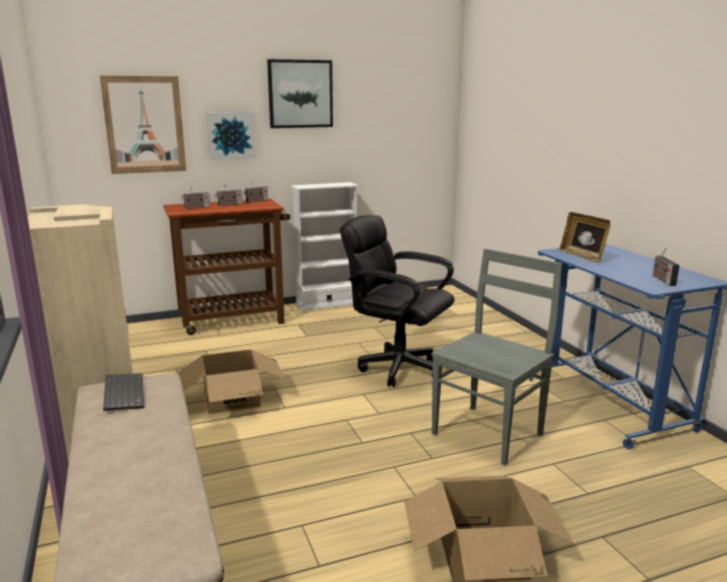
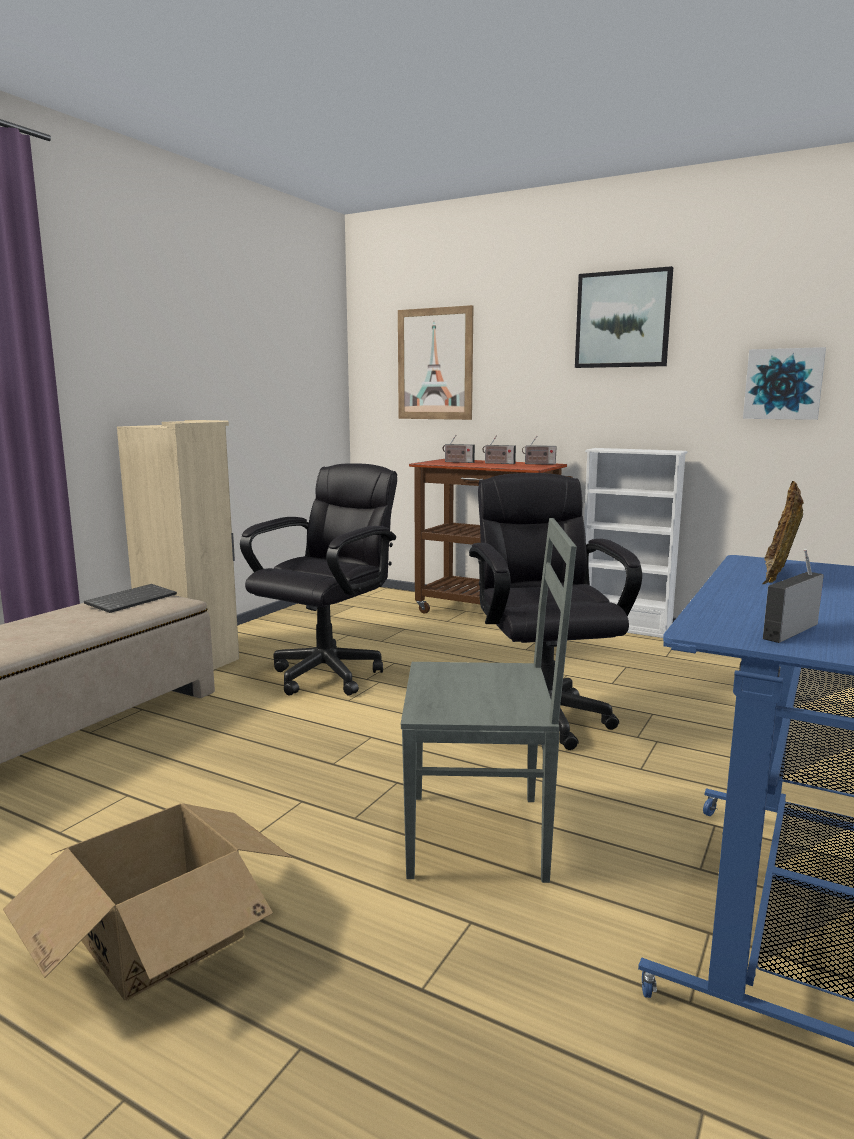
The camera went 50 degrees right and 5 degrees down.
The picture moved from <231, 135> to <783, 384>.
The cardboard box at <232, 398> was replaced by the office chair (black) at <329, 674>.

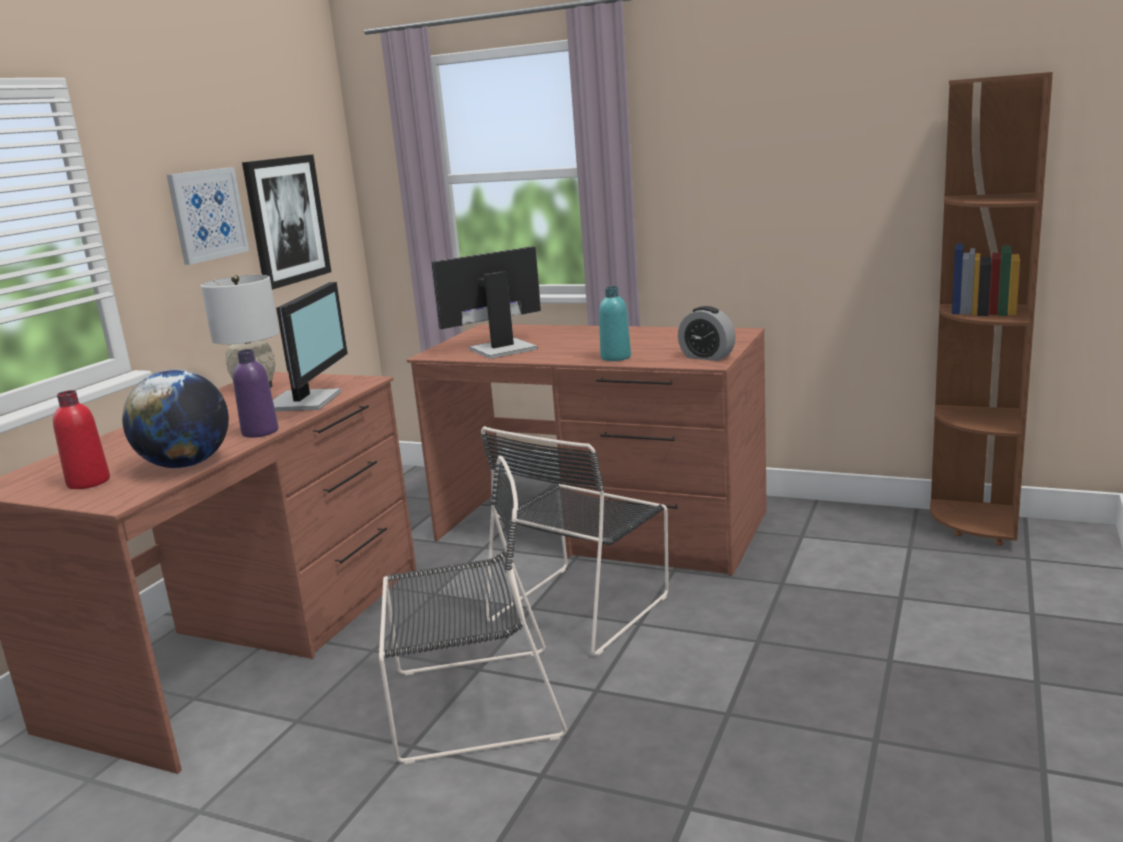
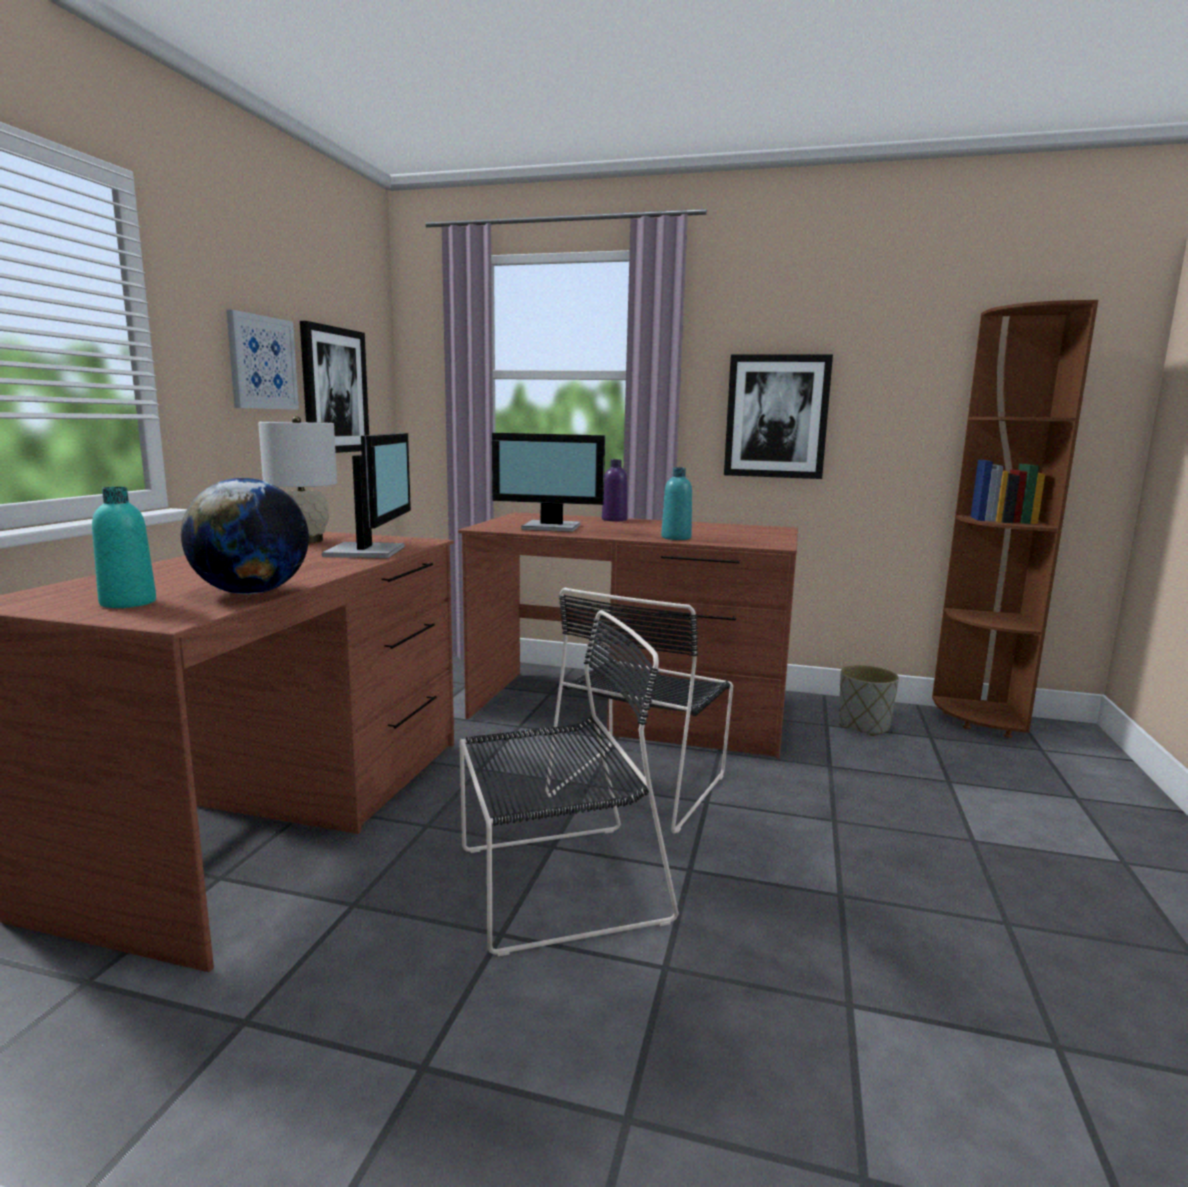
The camera went 10 degrees left and 5 degrees down.
The alarm clock at <707, 357> disappeared.
The picture at <776, 416> appeared.
The planter (grey) at <864, 726> appeared.
The bottle (purple) moved from <260, 432> to <614, 520>.
The bottle (red) at <88, 482> became the bottle (turquoise) at <128, 603>.
The monitor at <500, 349> turned 135 degrees counterclockwise.

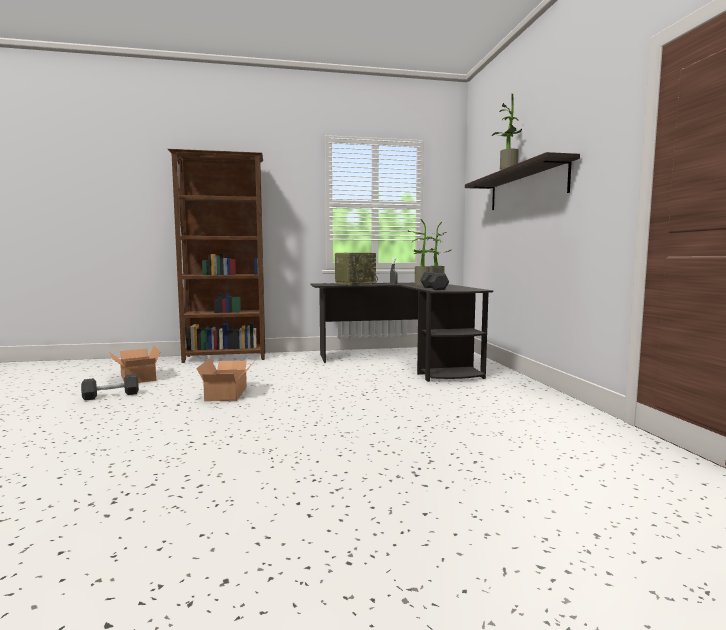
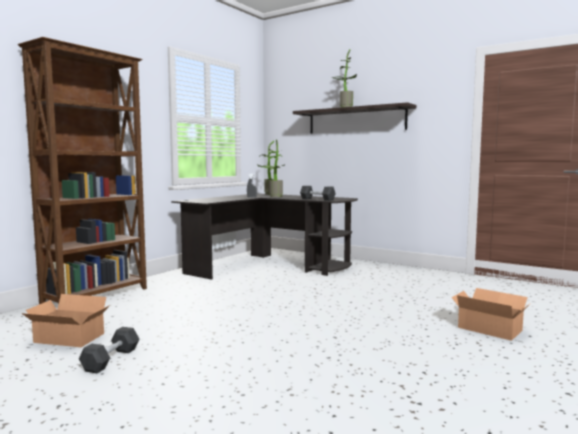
The camera went 45 degrees left and 0 degrees up.
The radio at <355, 284> disappeared.
The cardboard box moved from <229, 393> to <489, 328>.

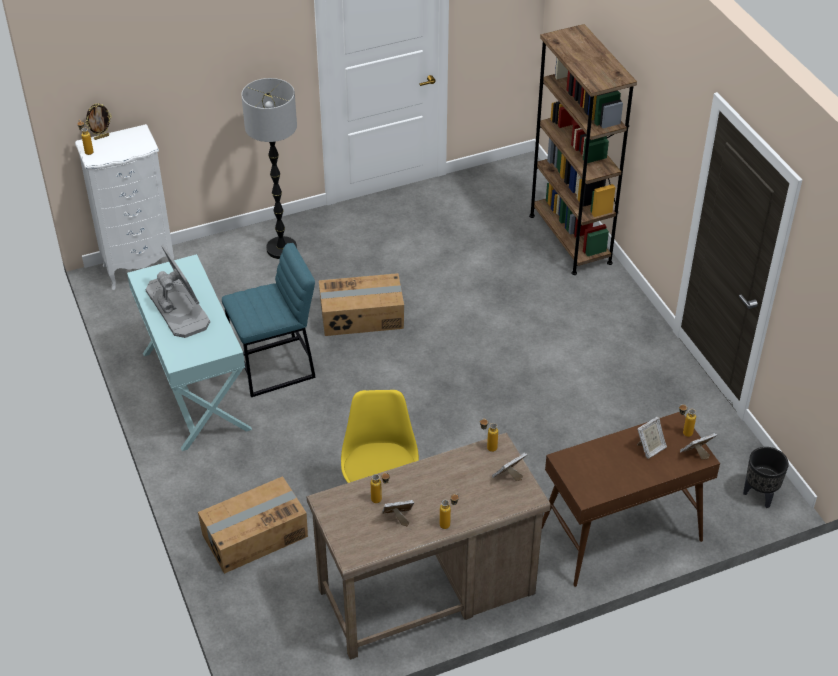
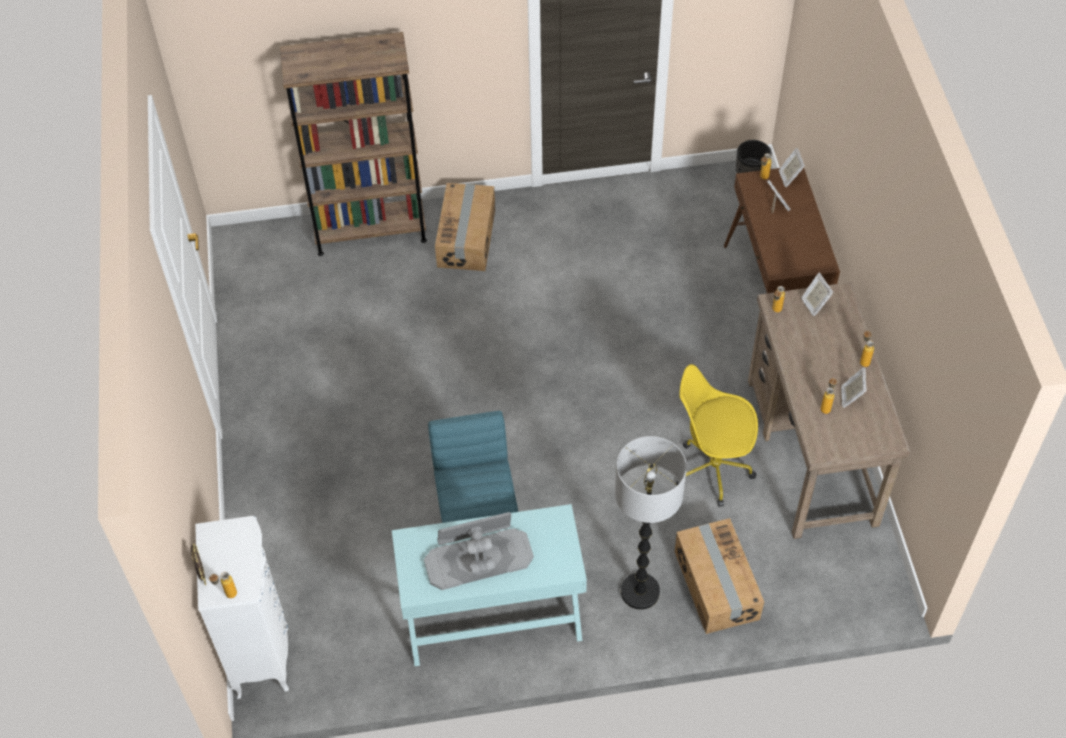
The camera went 75 degrees left and 10 degrees up.
The floor lamp moved from <281, 248> to <639, 592>.
The cardboard box moved from <362, 316> to <467, 237>.

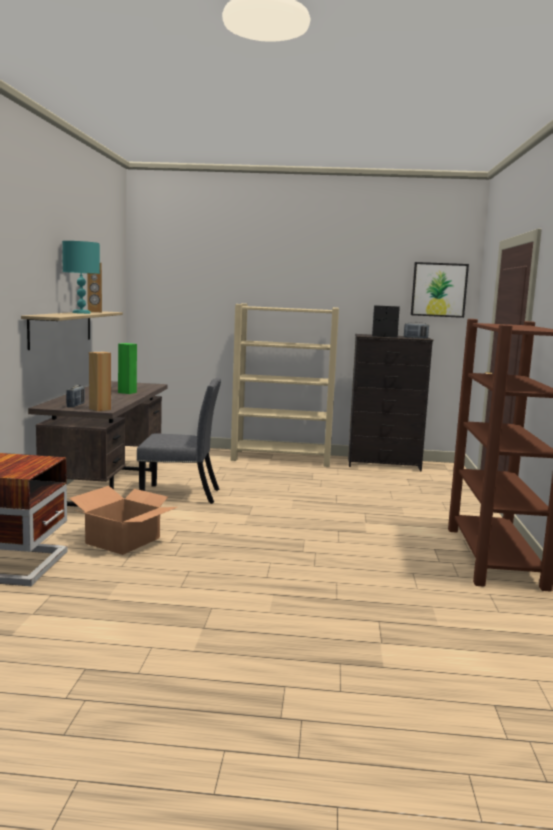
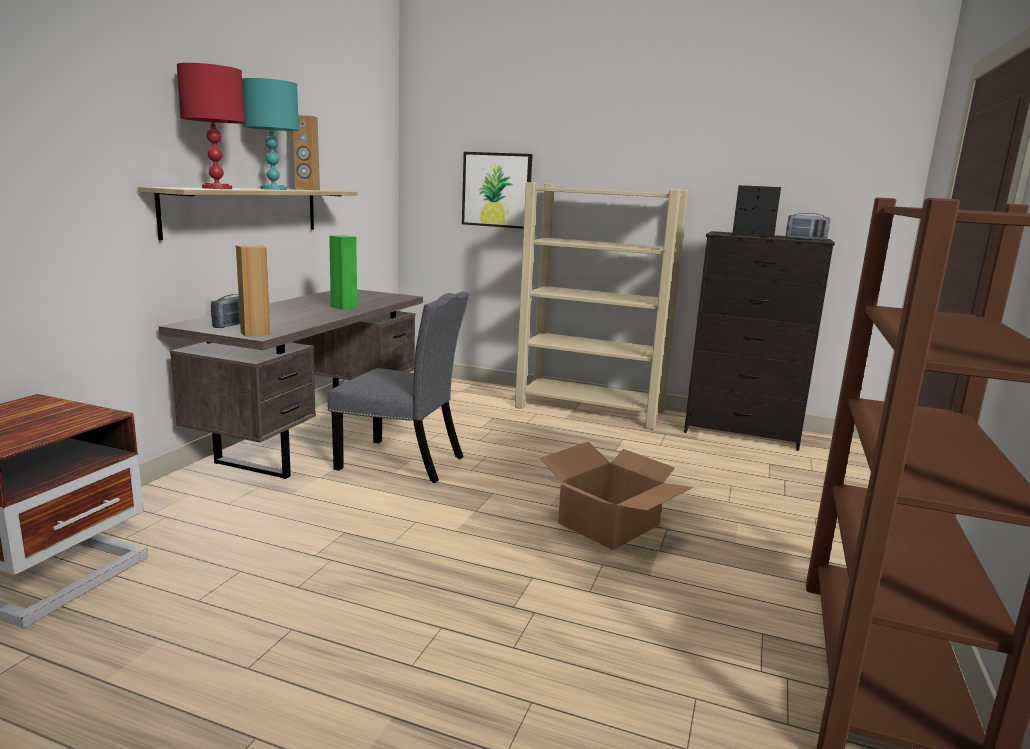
The camera went 15 degrees right and 5 degrees up.
The table lamp (red) at <217, 188> appeared.
The cardboard box moved from <124, 541> to <610, 524>.
The picture moved from <439, 290> to <497, 190>.

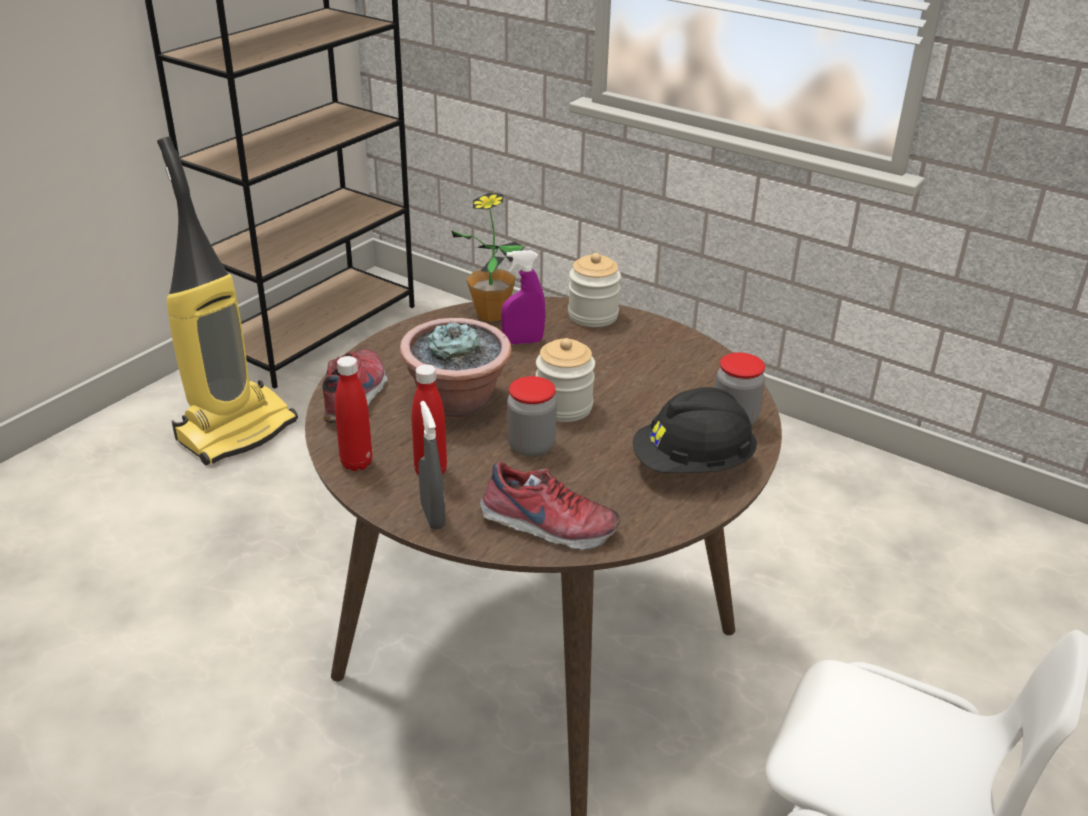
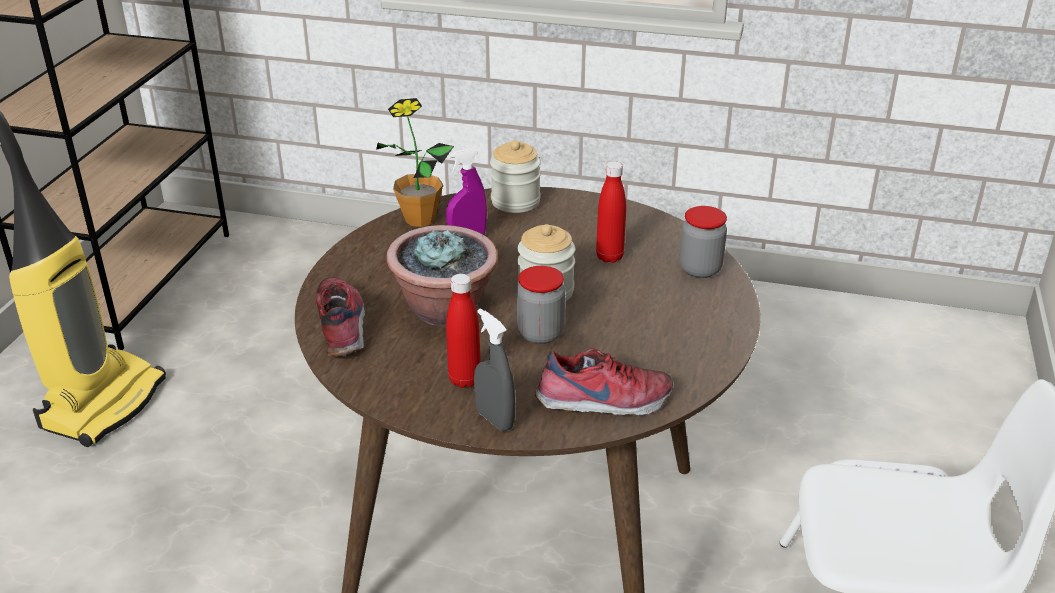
The camera went 20 degrees left and 0 degrees up.
The hard hat (black) at <692, 465> disappeared.
The bottle (red) moved from <356, 463> to <609, 257>.

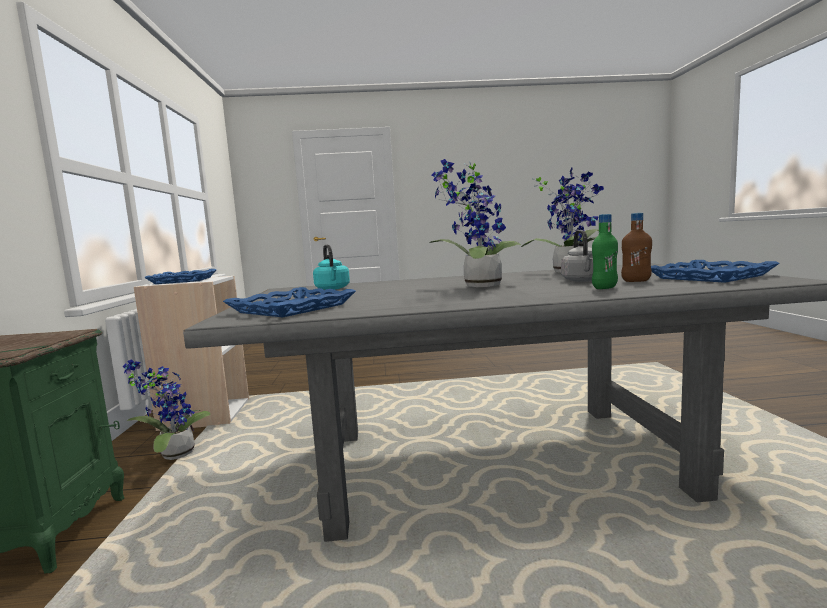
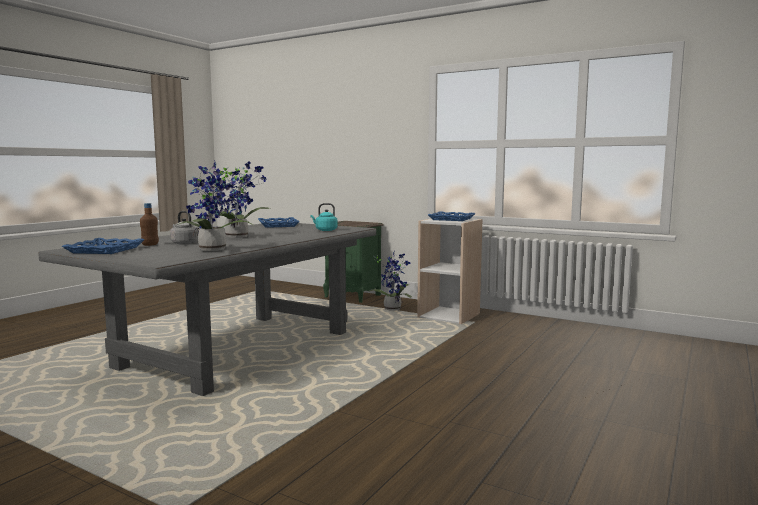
The camera went 125 degrees right and 0 degrees up.
The bottle (green) at <604, 288> disappeared.

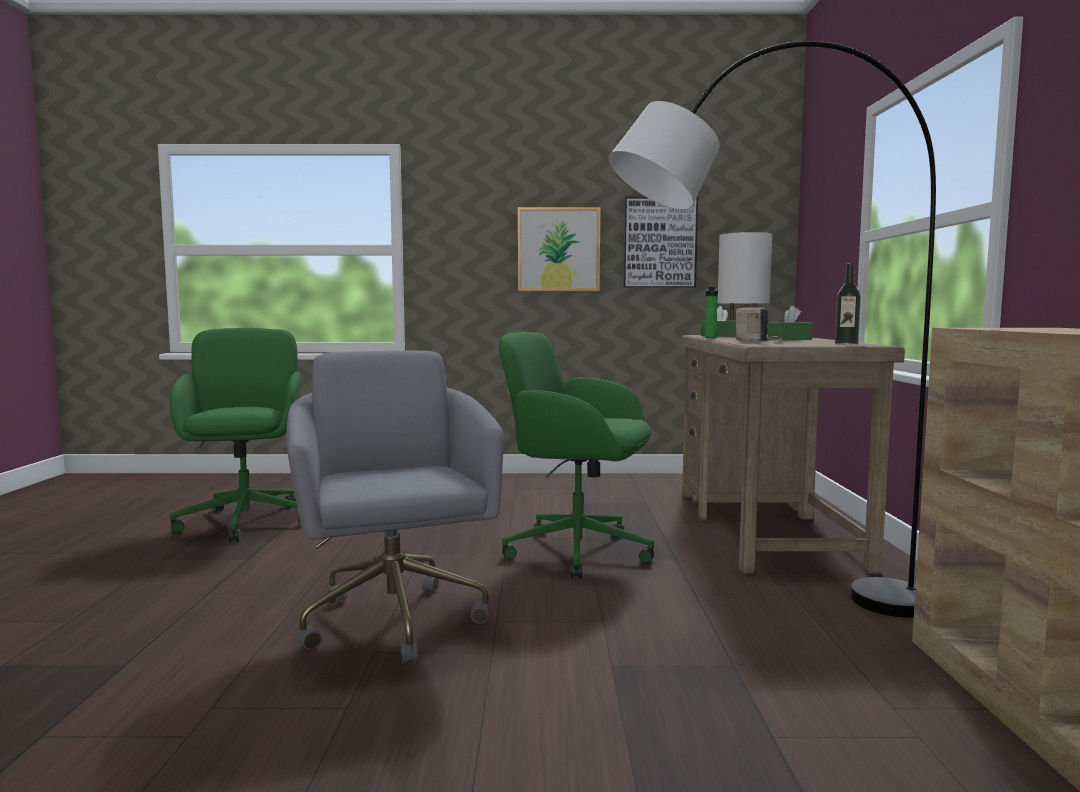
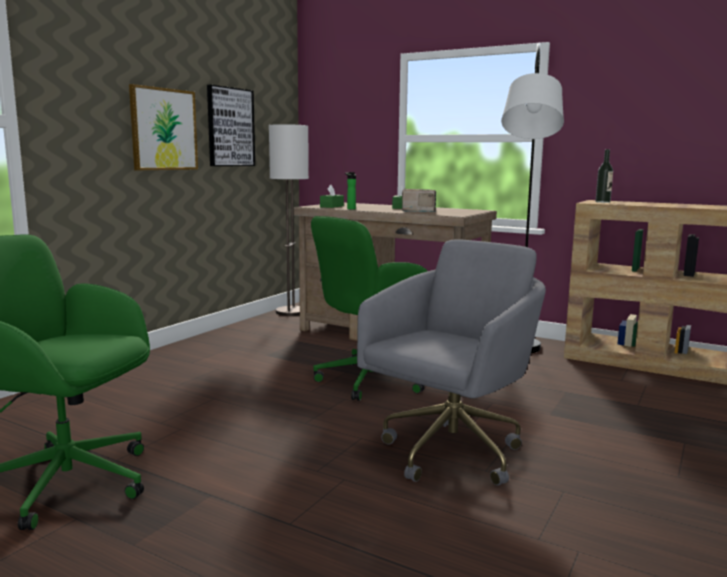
The camera went 60 degrees left and 5 degrees up.
The bottle moved from <846, 344> to <602, 202>.
The office chair (grey) at <396, 626> turned 120 degrees clockwise.

